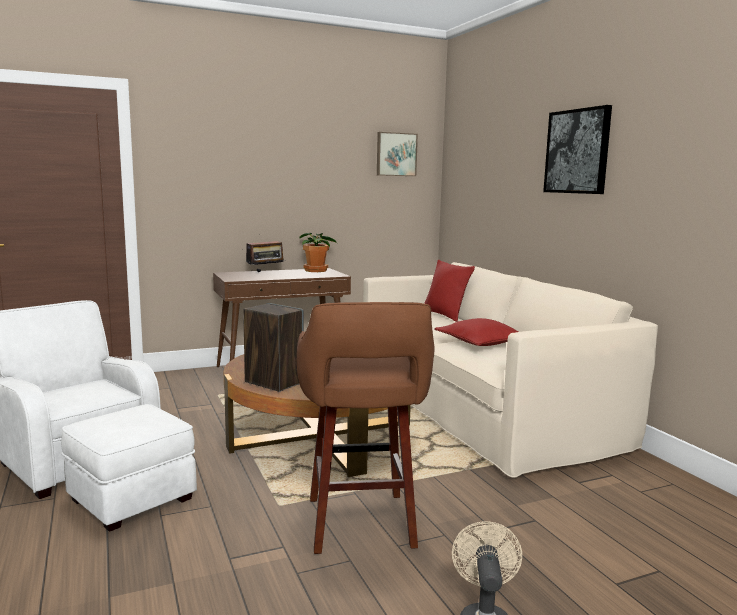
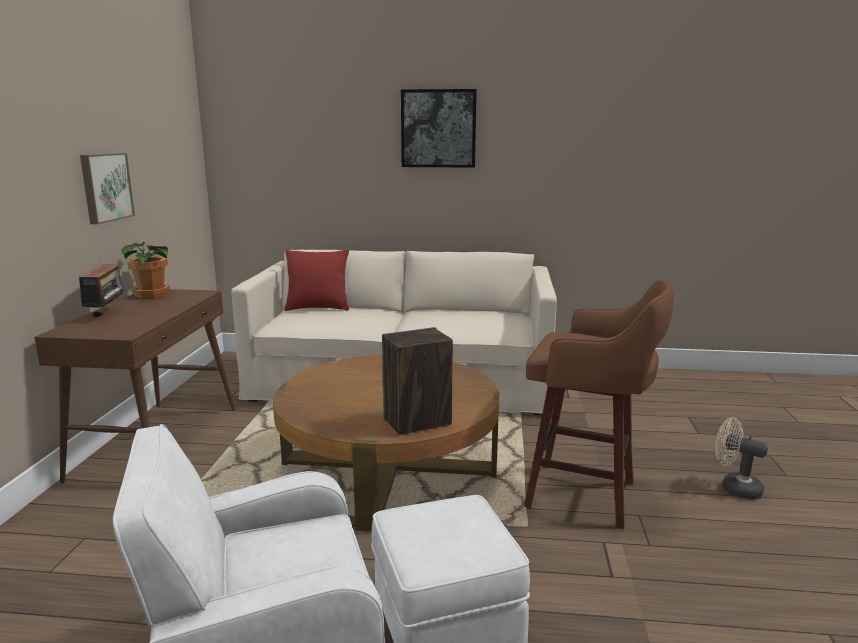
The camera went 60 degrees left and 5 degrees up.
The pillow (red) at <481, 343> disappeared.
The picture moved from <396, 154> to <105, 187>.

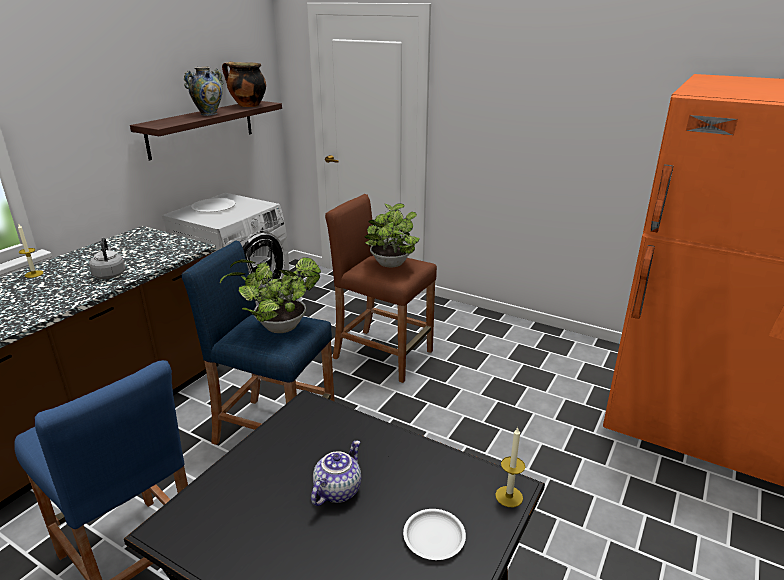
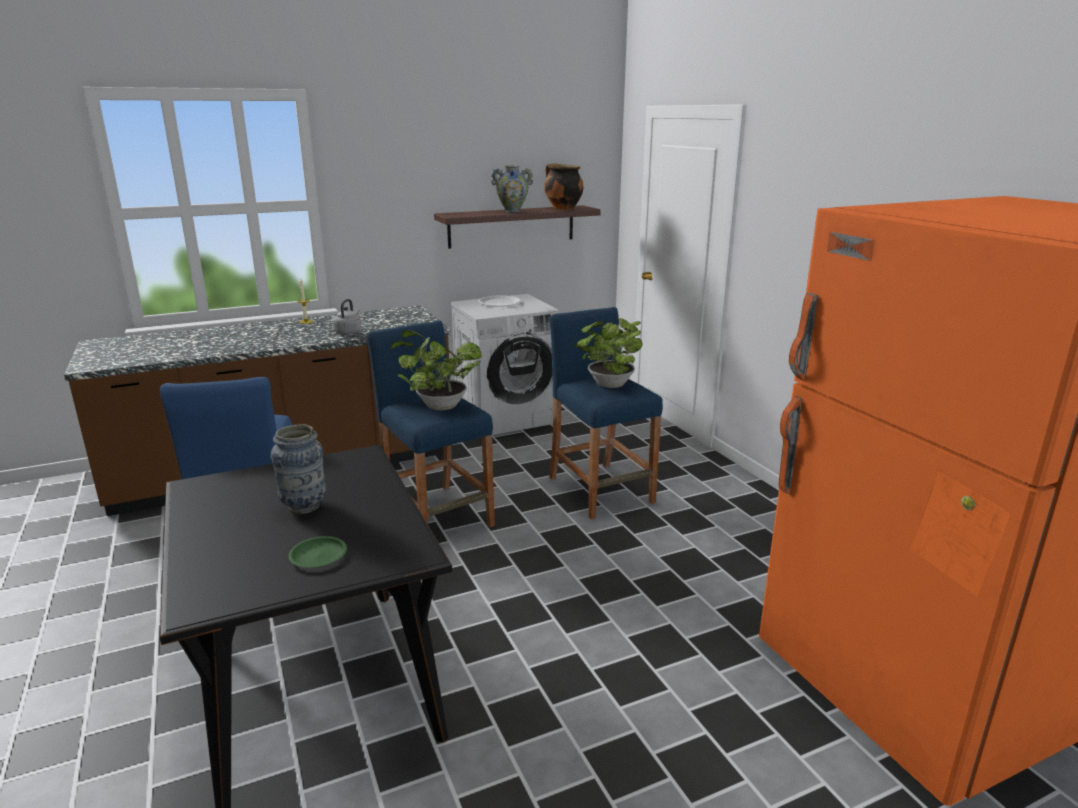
The camera went 35 degrees right and 5 degrees down.
The candle at <509, 496> disappeared.
The teapot at <337, 490> was replaced by the vase at <304, 506>.
The stool (brown) at <383, 354> became the stool (blue) at <600, 490>.
The plate (white) at <434, 537> became the plate (green) at <318, 556>.

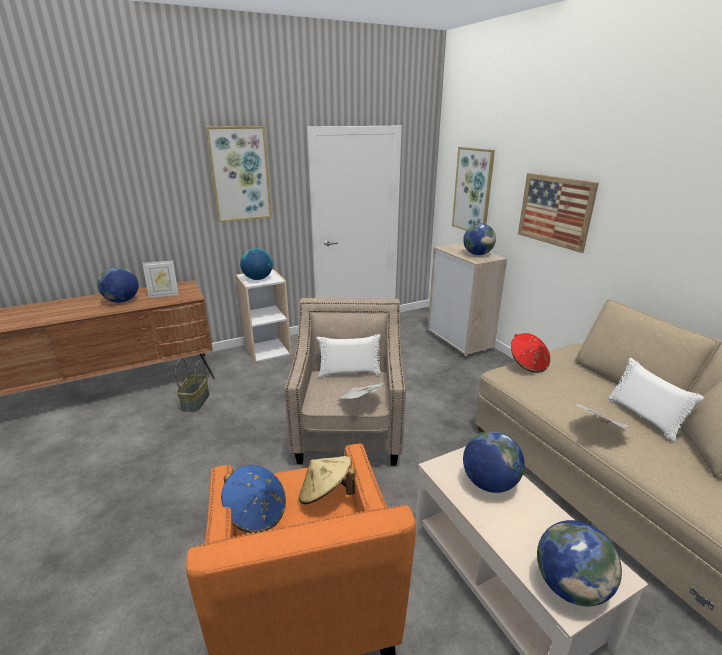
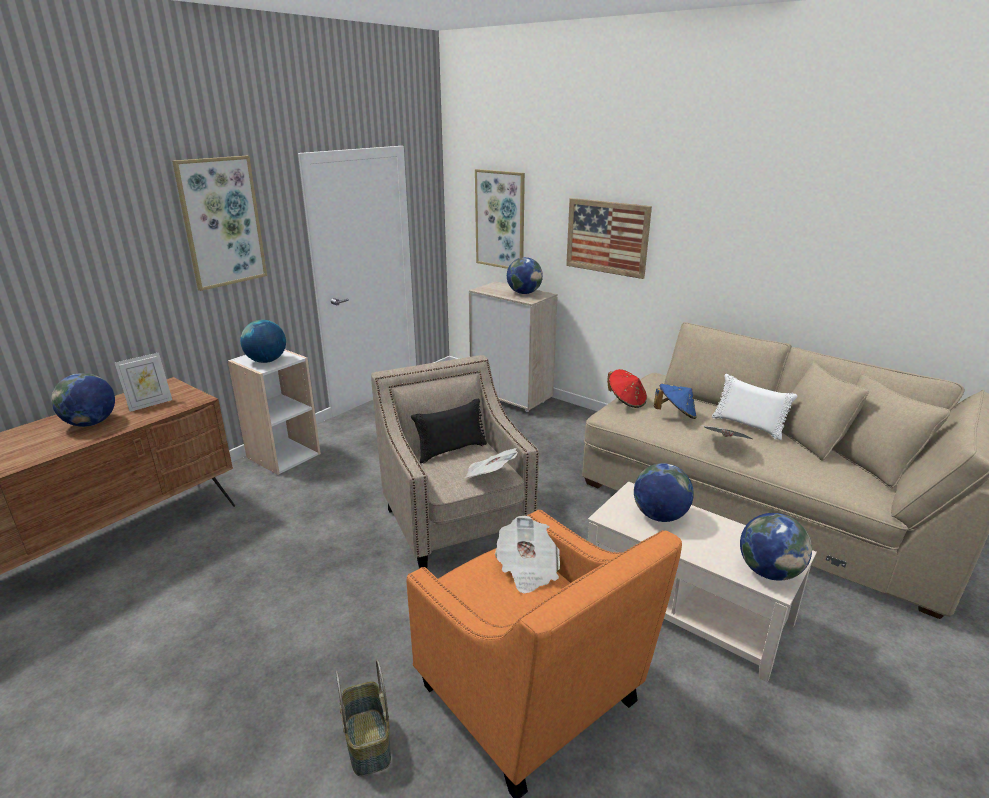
The camera went 25 degrees left and 0 degrees up.
The basket moved from <196, 402> to <369, 742>.
The hat (blue) moved from <256, 513> to <675, 414>.
The hat (beige) at <326, 494> was replaced by the newspaper at <527, 569>.
The pillow (white) at <349, 373> became the pillow (black) at <451, 450>.

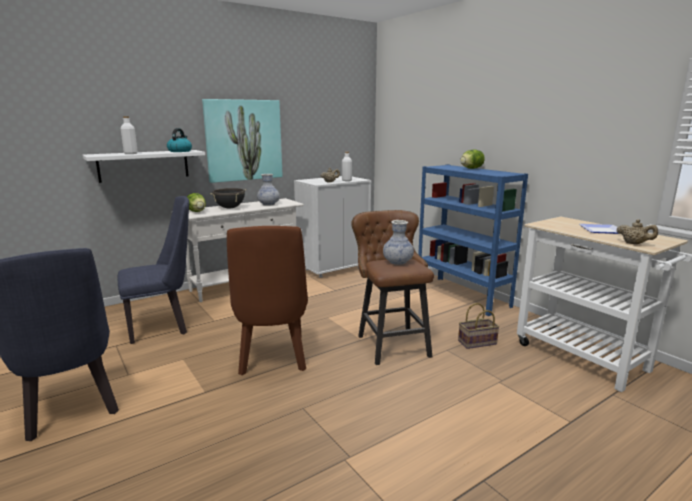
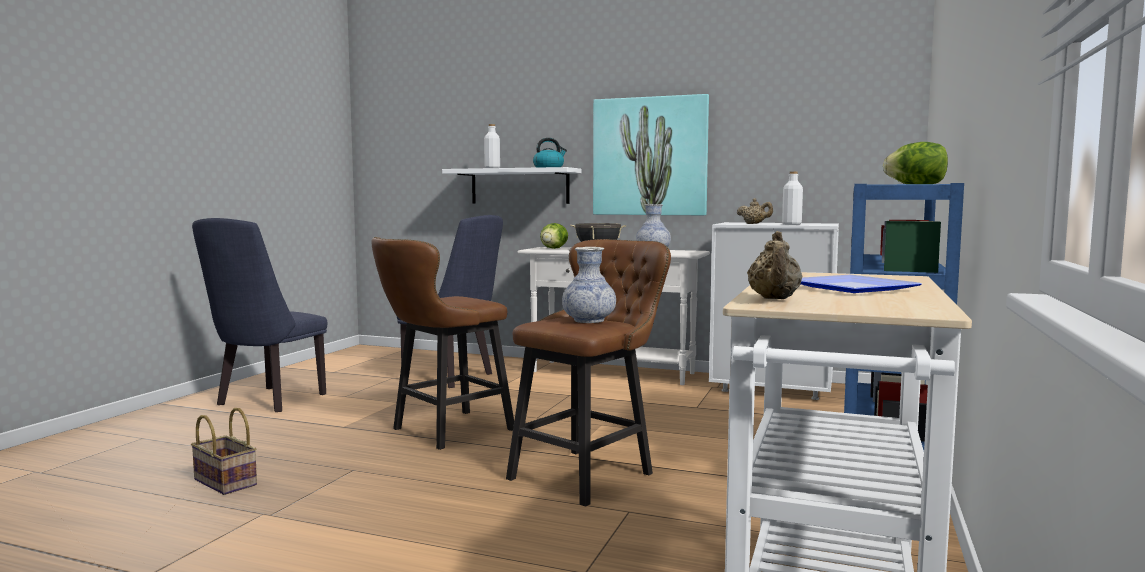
The camera went 55 degrees right and 10 degrees down.
The basket moved from <476, 343> to <223, 482>.
The chair (brown) at <273, 361> was replaced by the stool (brown) at <441, 432>.

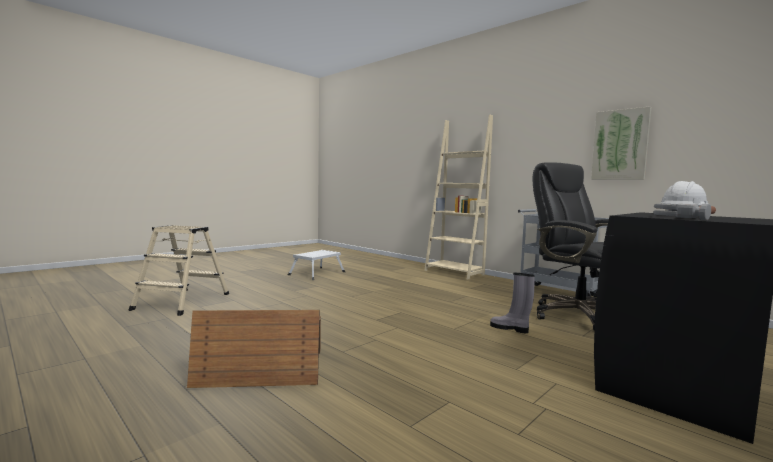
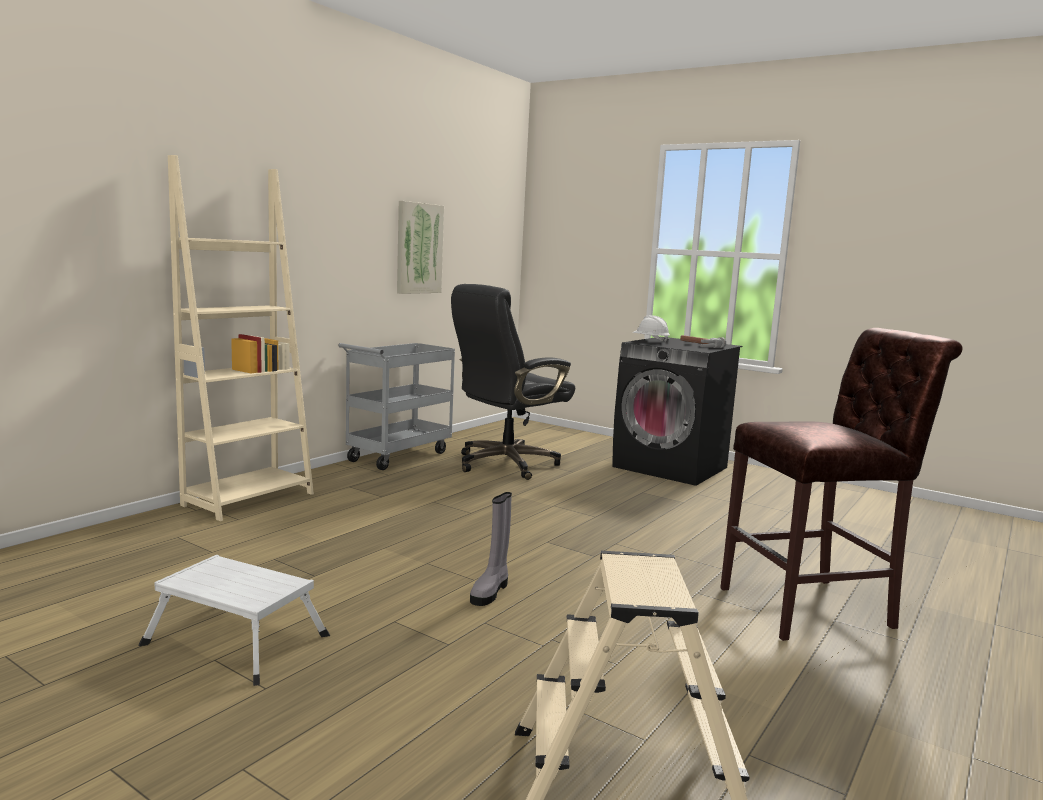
The camera went 100 degrees left and 5 degrees up.
The boot (grey) moved from <510, 328> to <490, 591>.
The crate at <261, 367> was replaced by the stool (brown) at <815, 607>.

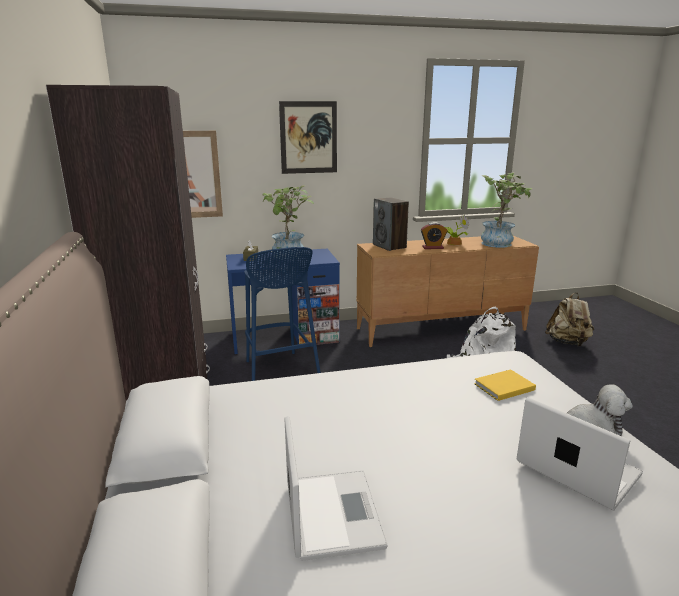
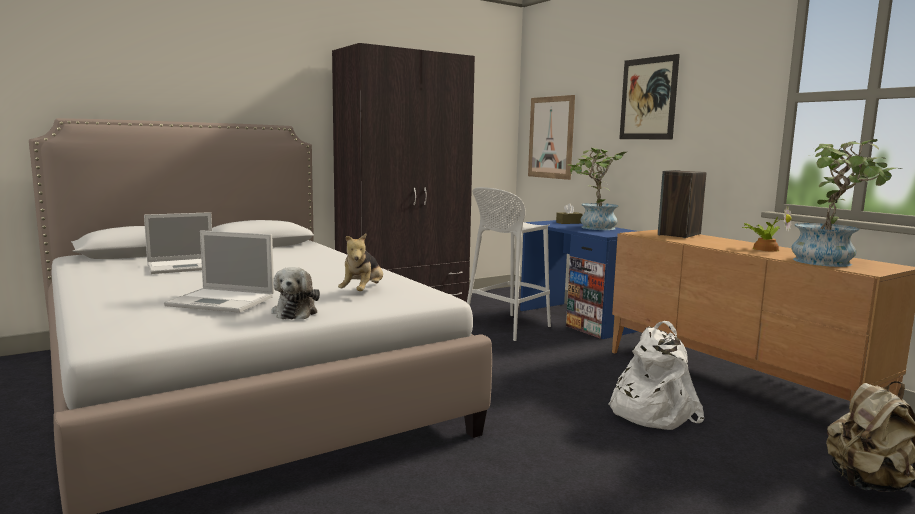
The camera went 70 degrees right and 10 degrees down.
The alarm clock at <432, 247> disappeared.
The book (yellow) at <502, 387> was replaced by the plush toy at <363, 292>.
The stool (blue) at <279, 371> became the stool (white) at <508, 327>.
The laptop at <575, 468> turned 75 degrees clockwise.

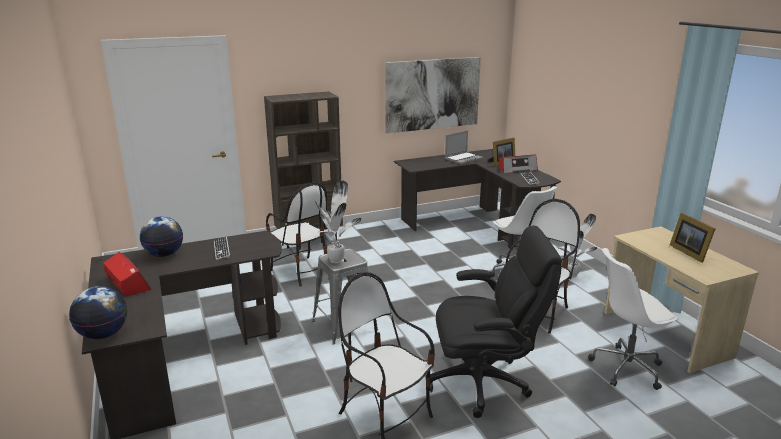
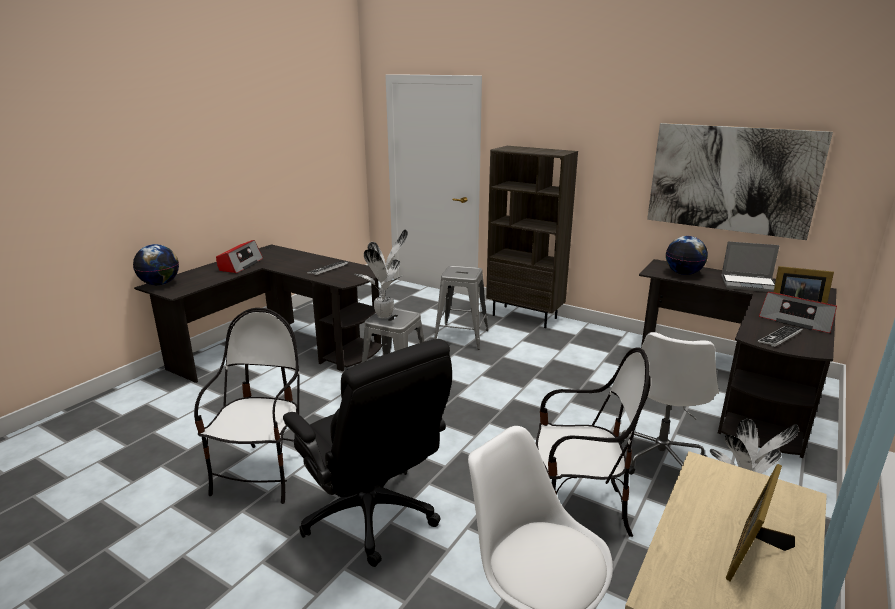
The camera went 55 degrees right and 0 degrees up.
The globe moved from <164, 254> to <683, 273>.
The chair at <301, 271> was replaced by the stool (grey) at <461, 337>.

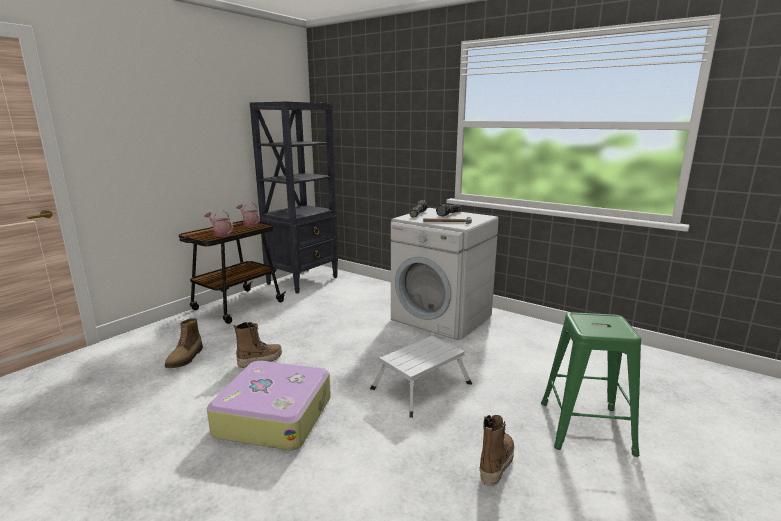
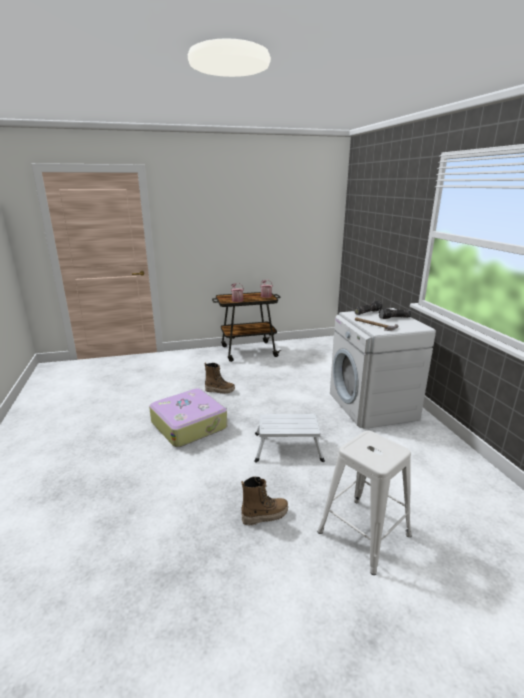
The camera went 40 degrees right and 5 degrees up.
The boot at <186, 358> disappeared.
The bookcase (black) at <303, 280> disappeared.
The stool (green) at <585, 427> became the stool (white) at <363, 533>.

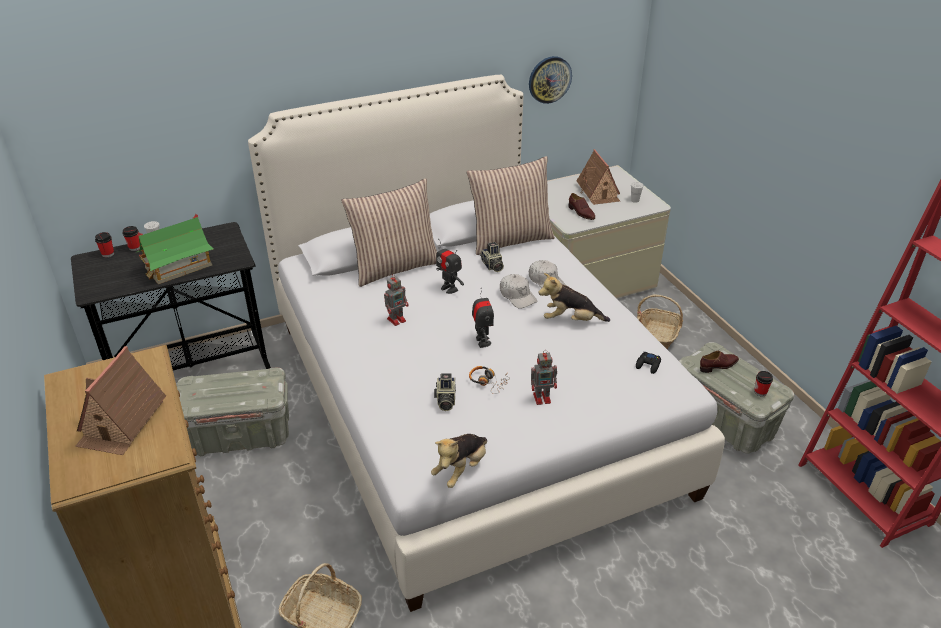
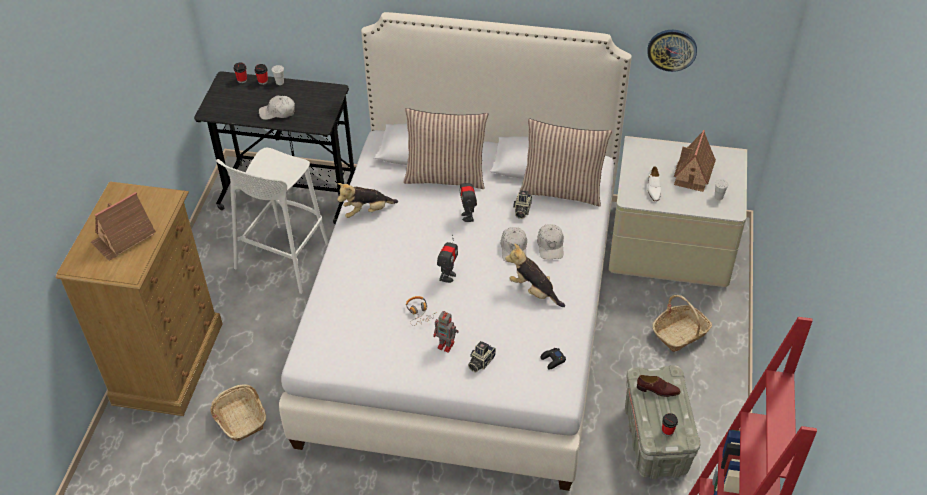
The camera went 35 degrees right and 10 degrees up.
The toy robot at <397, 319> disappeared.
The plush toy moved from <461, 469> to <367, 211>.
The photo camera moved from <445, 400> to <480, 362>.
The toy house at <178, 266> was replaced by the cap (white) at <278, 112>.
The storage box (grey) at <239, 436> was replaced by the stool (white) at <284, 259>.
The shoe (brown) at <581, 213> became the shoe (white) at <653, 189>.

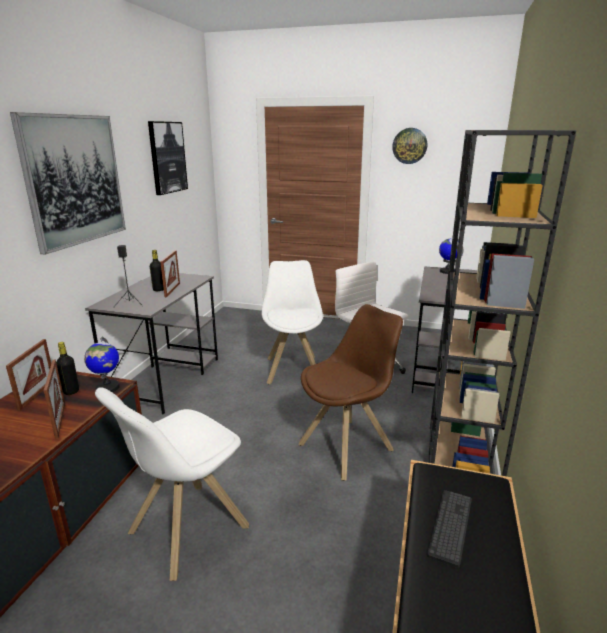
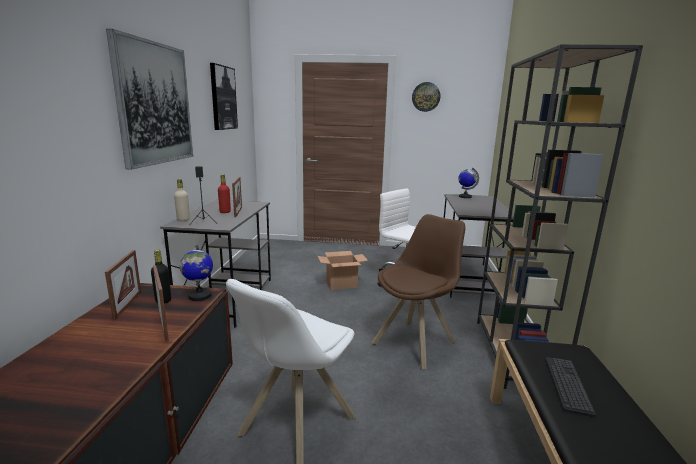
The camera went 10 degrees left and 5 degrees down.
The bottle (beige) at <183, 220> appeared.
The chair (white) at <293, 369> was replaced by the cardboard box at <342, 284>.
The bottle (black) at <159, 289> became the bottle (red) at <225, 212>.

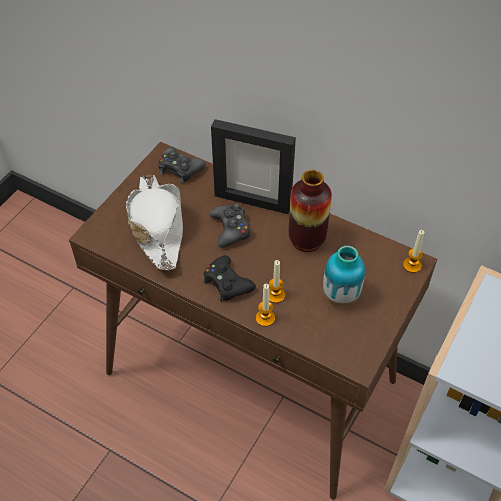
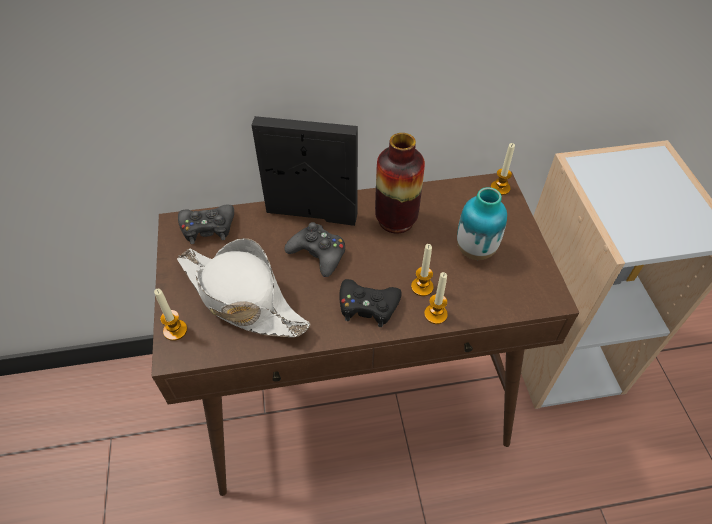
The camera went 40 degrees left and 0 degrees up.
The candle at <175, 330> appeared.
The picture frame at <253, 200> turned 150 degrees counterclockwise.

